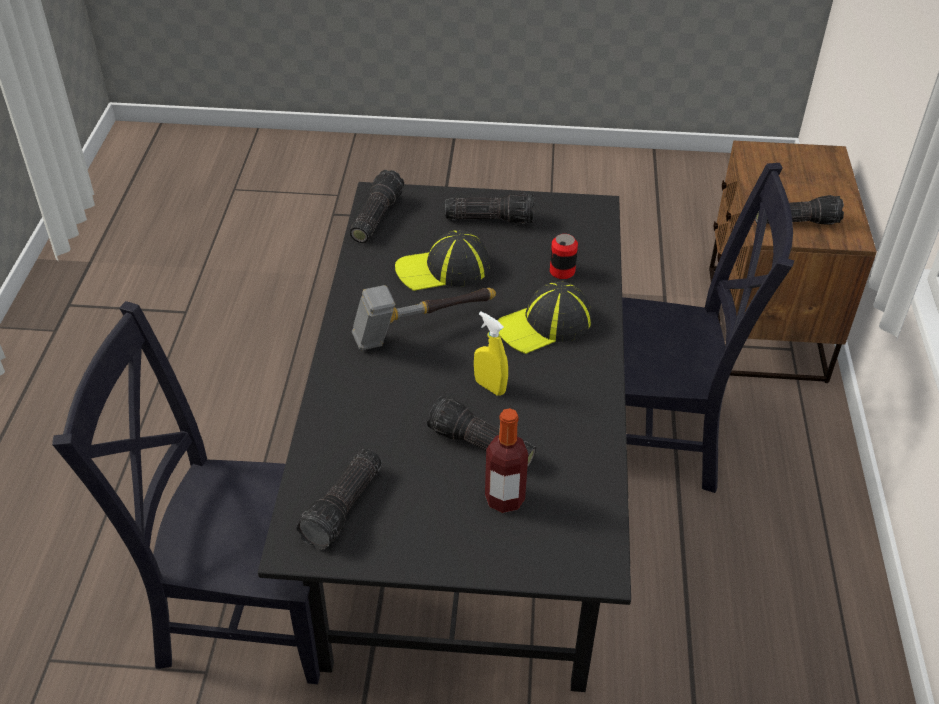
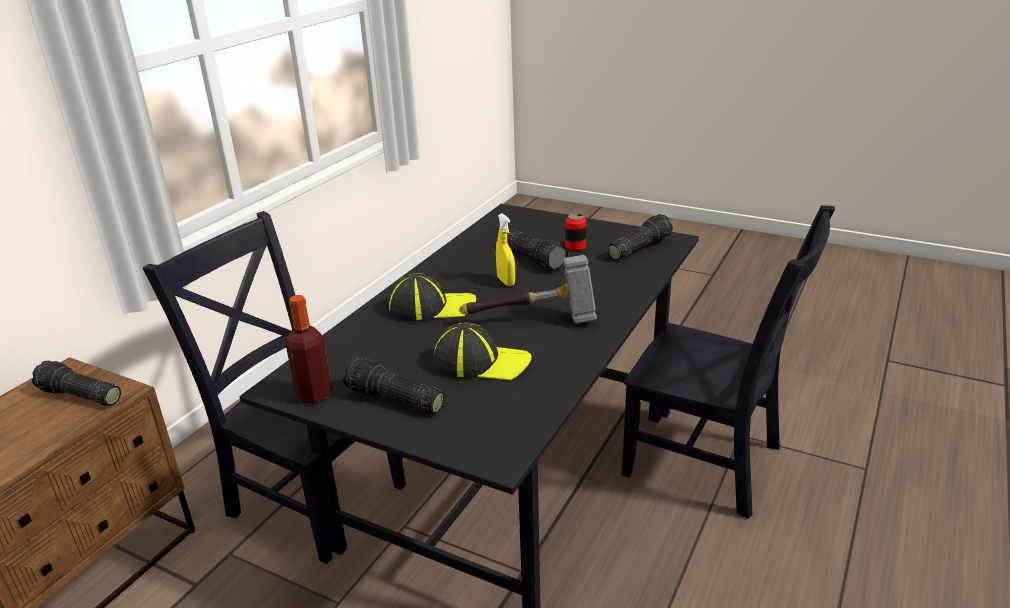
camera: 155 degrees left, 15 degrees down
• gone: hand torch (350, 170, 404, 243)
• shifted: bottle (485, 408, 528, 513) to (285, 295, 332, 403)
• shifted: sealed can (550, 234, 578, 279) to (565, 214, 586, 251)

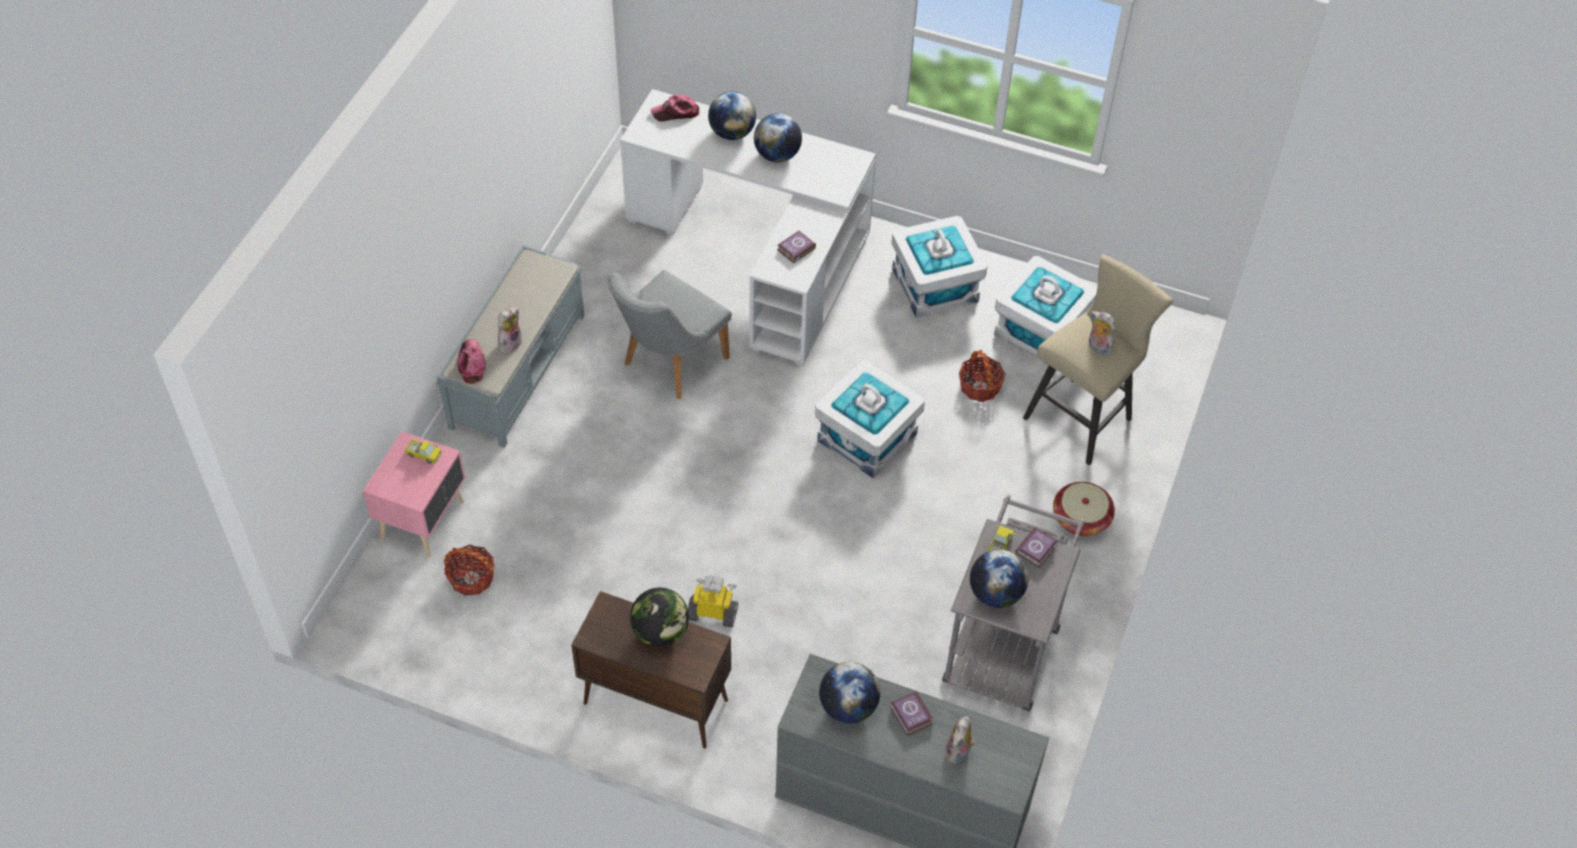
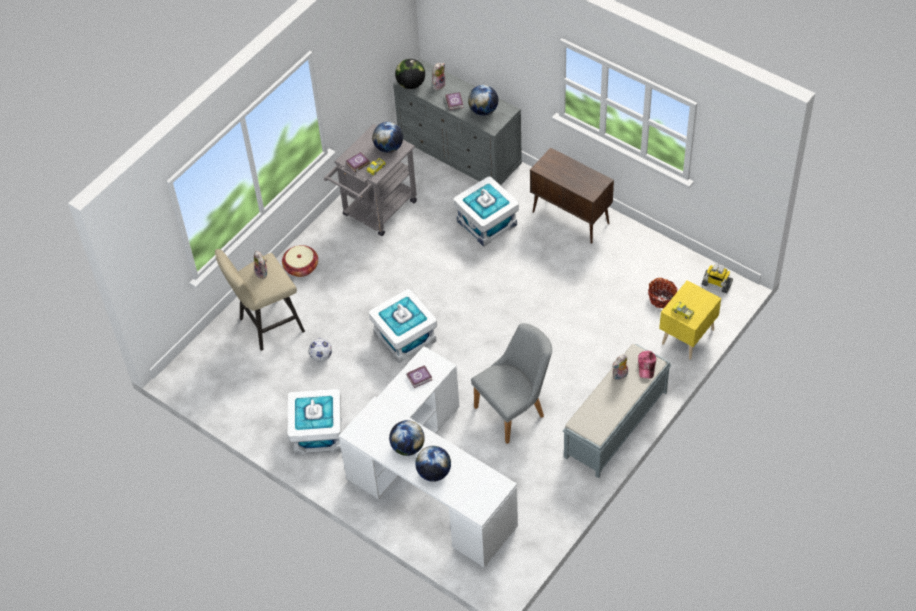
camera: 160 degrees left, 0 degrees up
• gone: cap (651, 94, 700, 121)
• shifted: desk globe (630, 588, 689, 647) to (395, 59, 425, 89)
• shifted: model robot (688, 575, 738, 628) to (701, 263, 733, 293)
• shifted: white-coloured storage container (994, 256, 1097, 365) to (454, 176, 519, 247)
• swapped: household basket (959, 350, 1005, 402) to ball for football (309, 338, 332, 362)
• repainted: pink night table (363, 431, 465, 558) to yellow night table (659, 280, 721, 360)

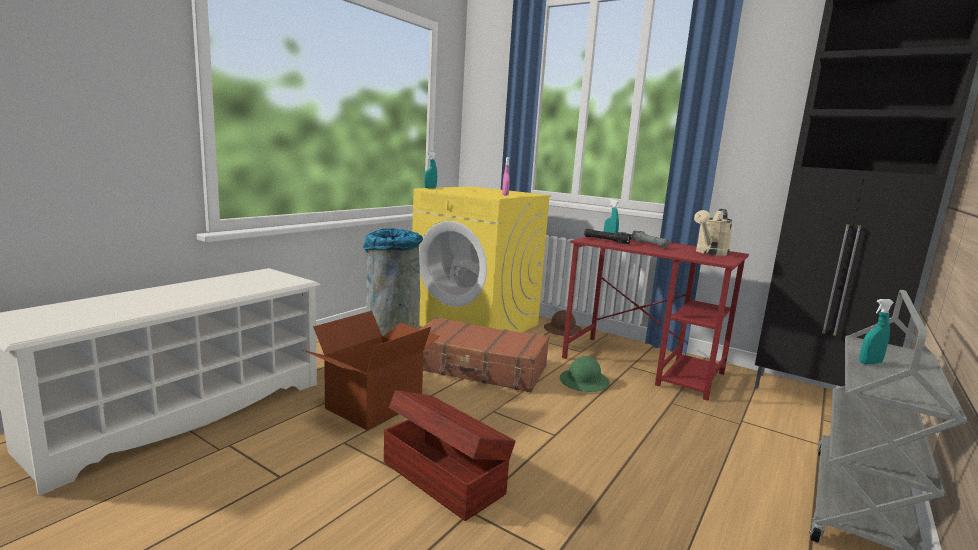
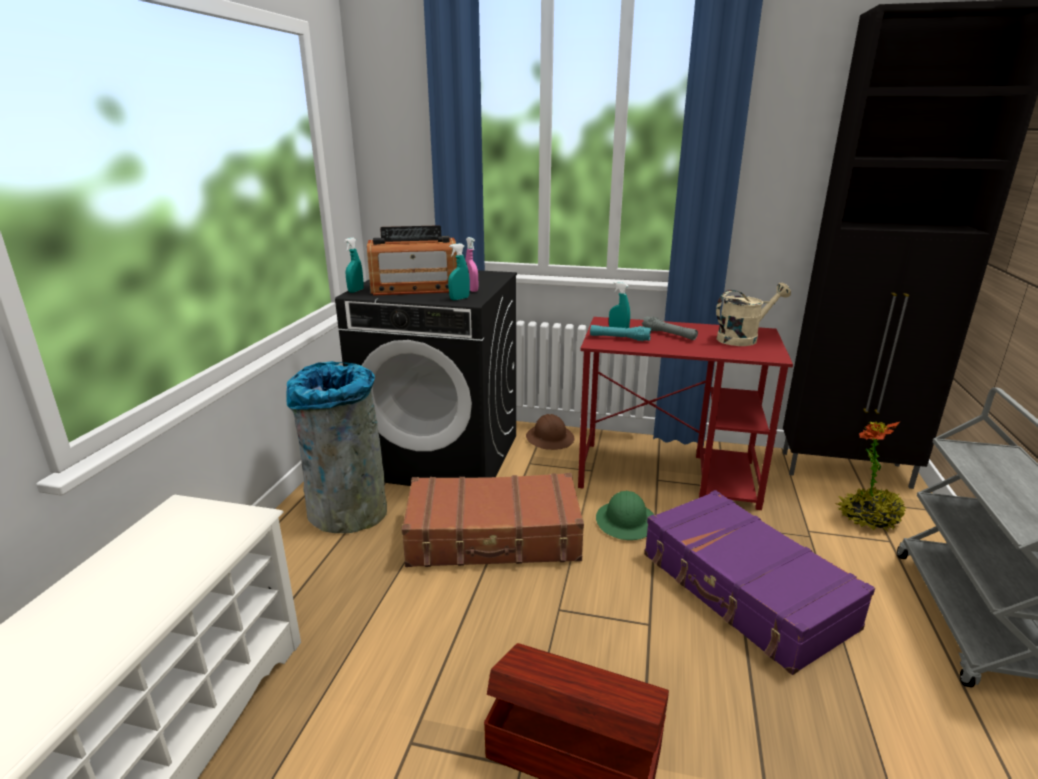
camera: 20 degrees left, 10 degrees up
• gone: packing box (303, 311, 440, 430)
• new: radio set (367, 225, 457, 296)
• new: purple suitcase (644, 490, 875, 675)
• new: houseplant (837, 421, 906, 531)
• shifted: turquoise-coloured spray bottle (860, 299, 894, 365) to (448, 243, 470, 300)
• repainted: yellow laundry appliance (412, 186, 551, 332) to black-coloured laundry appliance (335, 270, 517, 486)
• repainted: black-coloured hand torch (584, 229, 631, 244) to turquoise-coloured hand torch (590, 325, 651, 341)
• rotated: beige watering pot (694, 209, 734, 256) = (716, 283, 791, 346) 135 degrees counterclockwise

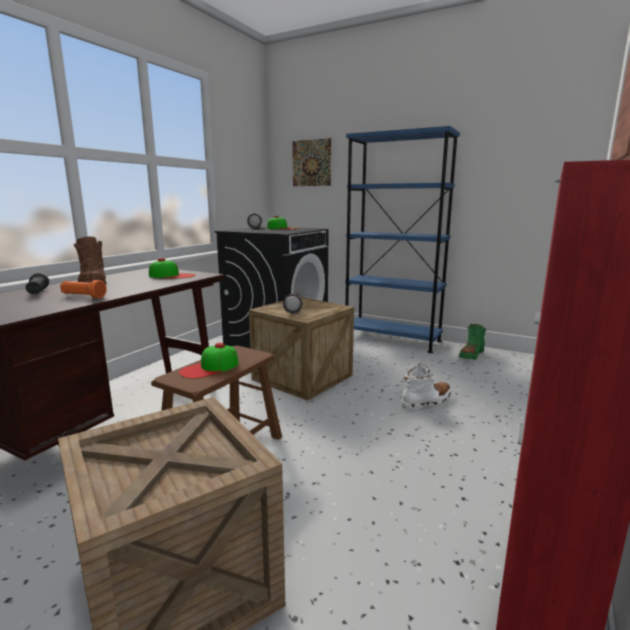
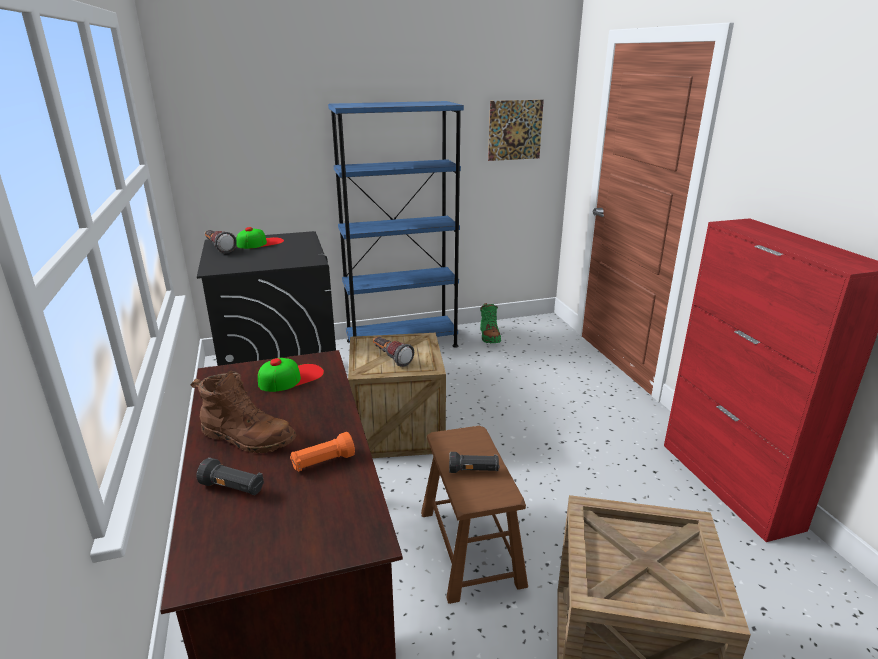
camera: 45 degrees left, 10 degrees up
• gone: white-coloured boot (401, 364, 451, 410)
• shifted: wall art (292, 138, 331, 186) to (488, 100, 544, 161)
• swapped: cap (179, 343, 238, 379) to black-coloured hand torch (449, 452, 499, 473)

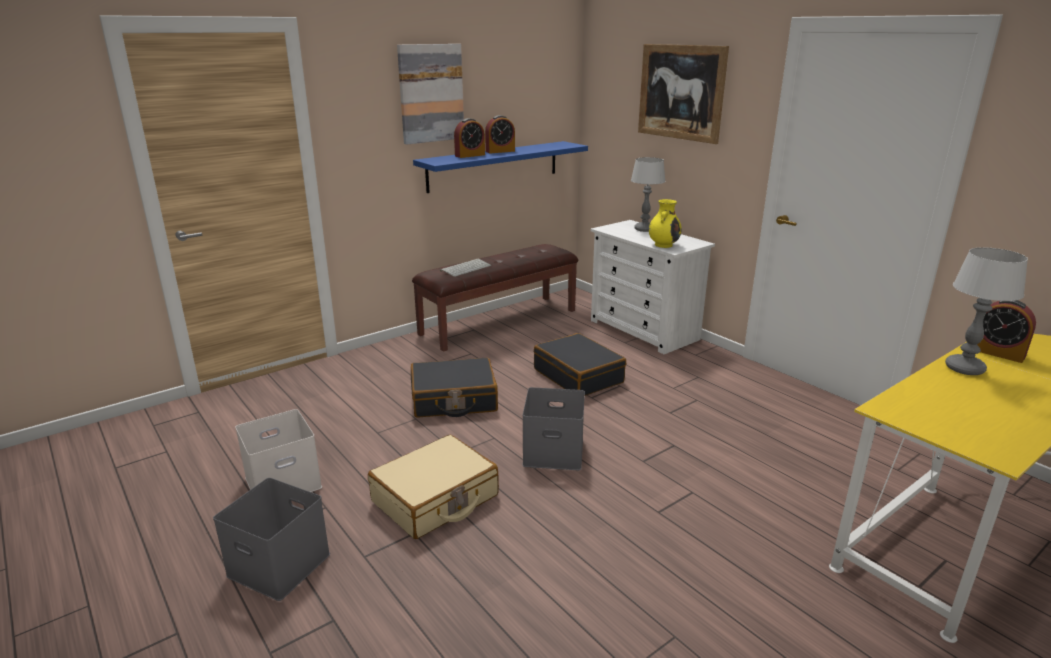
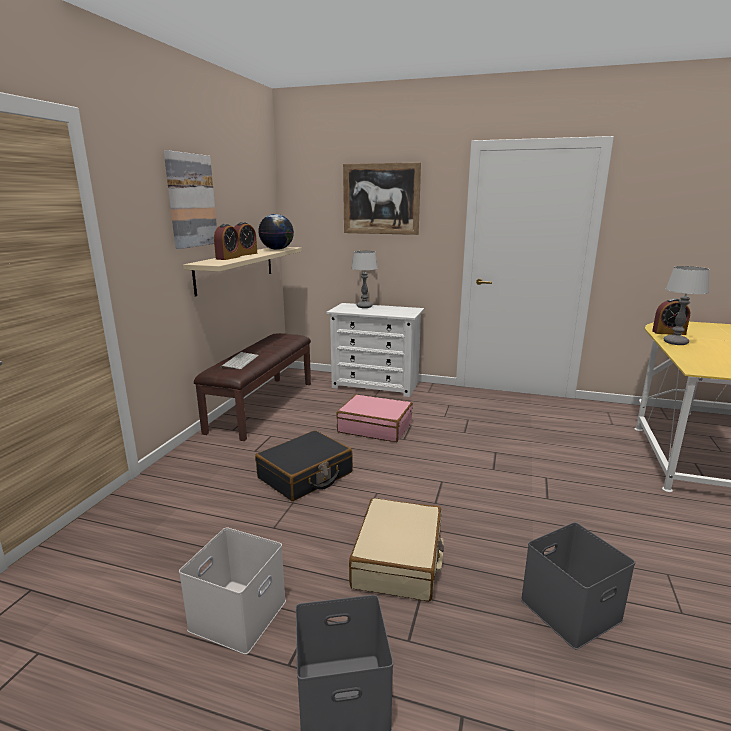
camera: 35 degrees left, 5 degrees down
• gone: yellow decorative vase (649, 199, 682, 248)
• new: desk globe (259, 214, 294, 250)
• shifted: gray storage container (522, 387, 585, 470) to (521, 522, 635, 649)
• repainted: bluish wall shelf (413, 141, 588, 193) to beige wall shelf (183, 247, 302, 296)
• repainted: black-coloured suitcase (534, 333, 626, 396) to pink suitcase (336, 394, 413, 442)

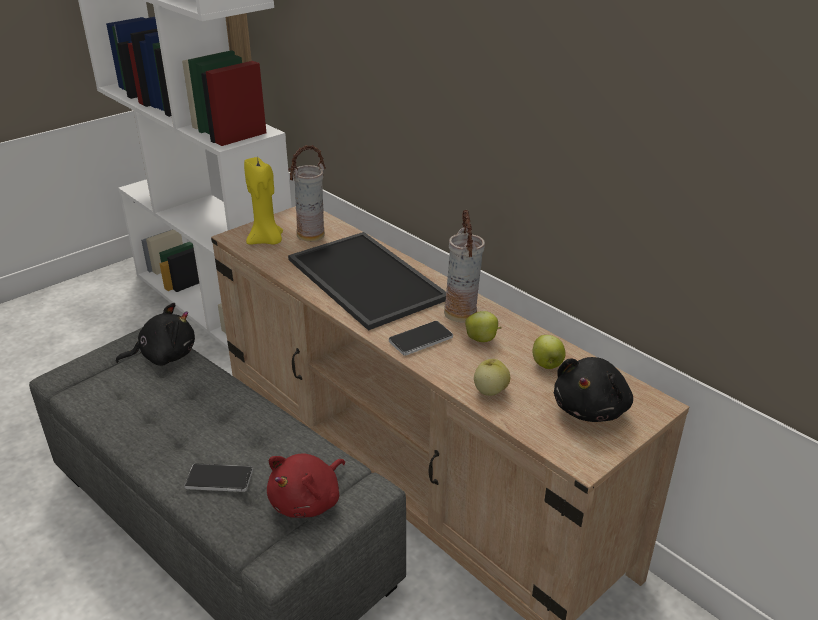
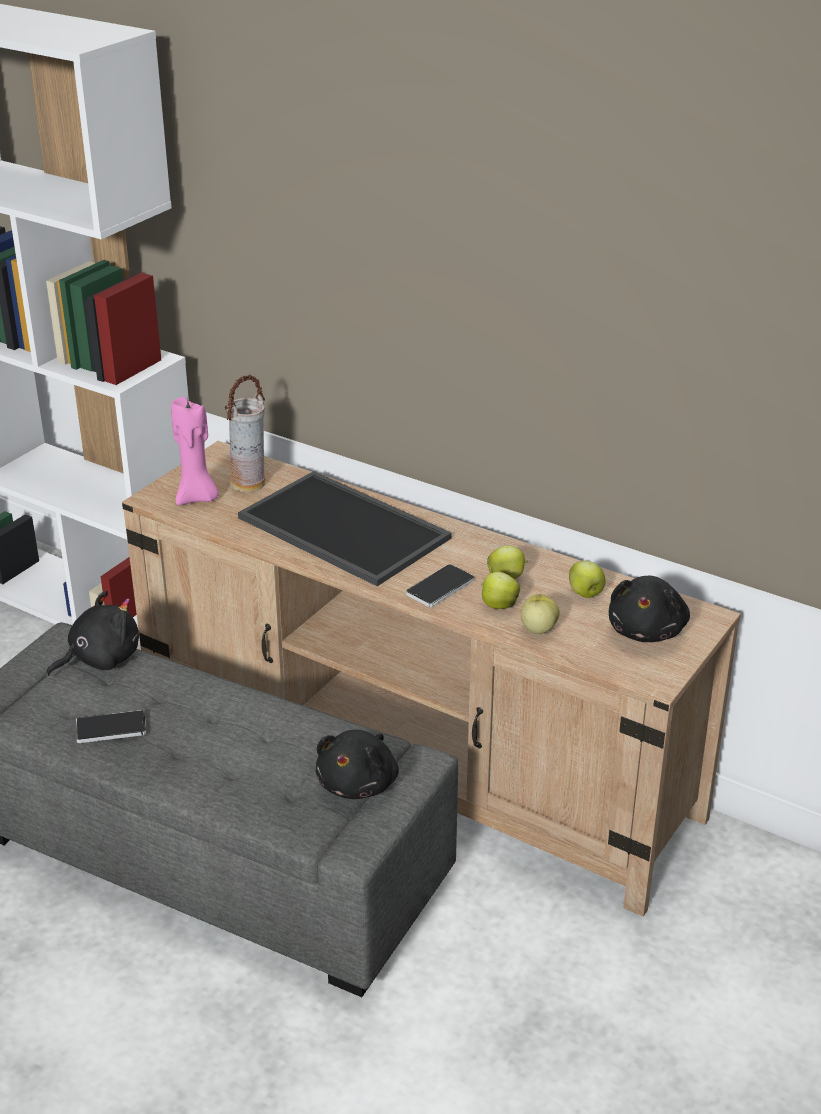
camera: 15 degrees left, 0 degrees up
• gone: decorative vase (444, 210, 485, 323)
• new: apple fruit (480, 572, 520, 609)
• shifted: phone (184, 463, 253, 492) to (76, 710, 146, 743)
• repainted: yellow candle (244, 156, 283, 245) to pink candle (171, 396, 219, 505)
• repainted: red plush toy (267, 454, 345, 518) to black-coloured plush toy (316, 730, 399, 799)

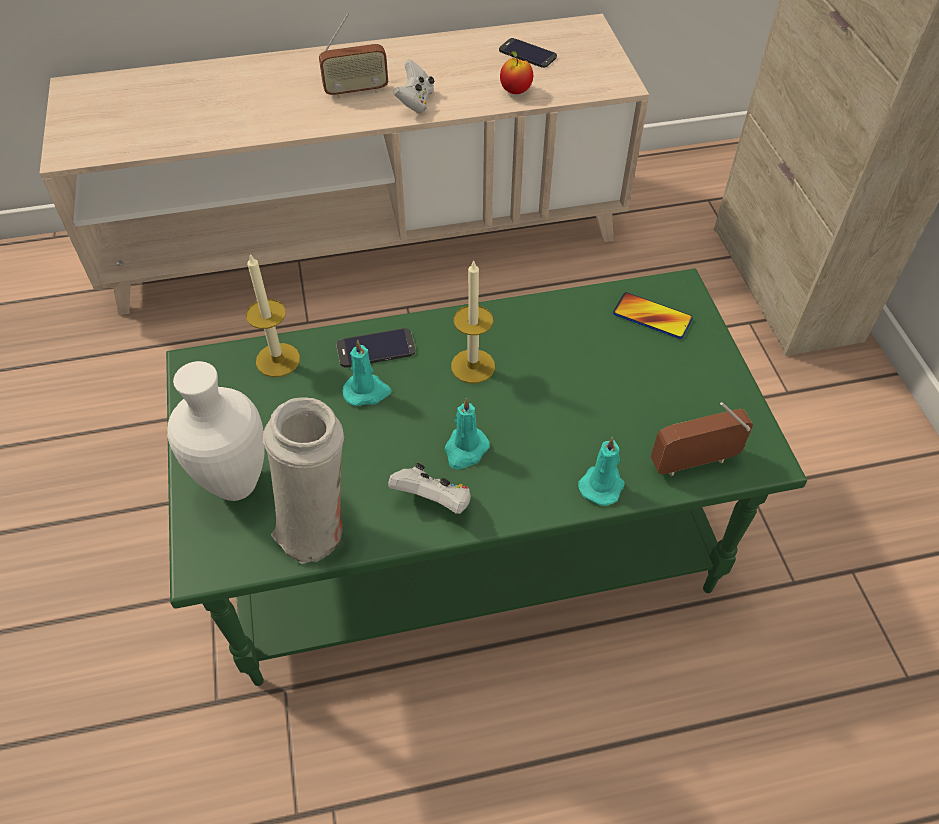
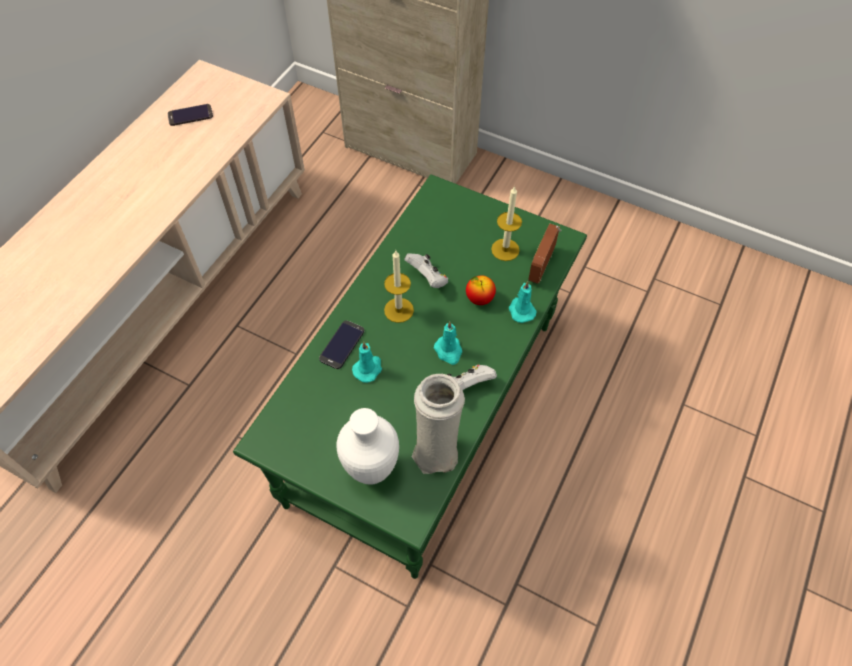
camera: 50 degrees left, 5 degrees up
• gone: radio set (319, 13, 388, 99)
• gone: phone (613, 292, 693, 339)
• shifted: candle (246, 253, 300, 377) to (491, 186, 522, 261)
• shifted: white-coloured gamepad (393, 59, 434, 113) to (404, 254, 448, 288)
• shifted: apple fruit (500, 51, 533, 94) to (466, 275, 496, 305)

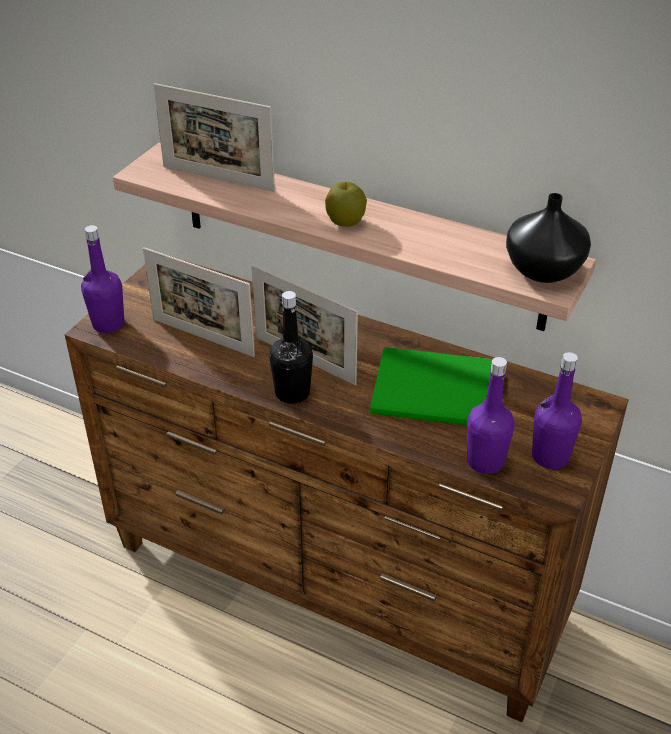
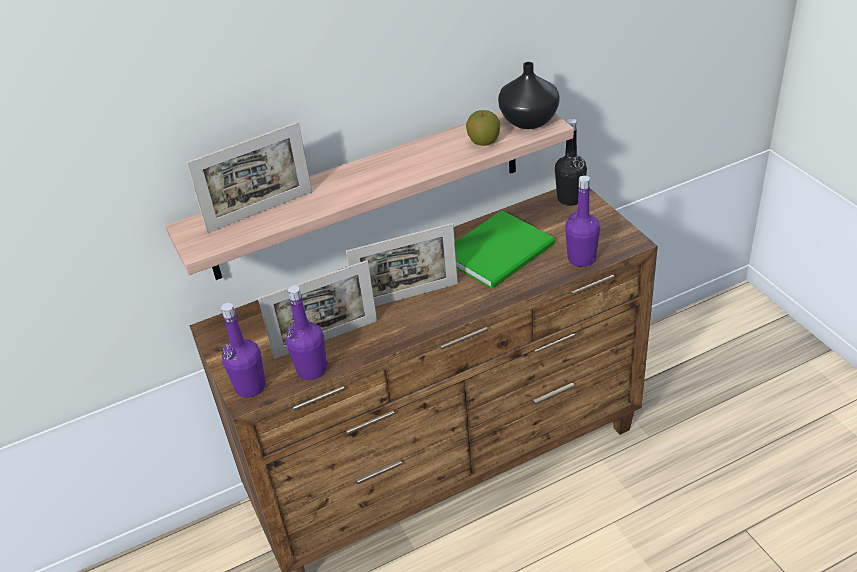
camera: 50 degrees left, 0 degrees up
• shifted: black-coloured bottle (269, 291, 313, 404) to (555, 119, 587, 206)
• shifted: apple fruit (325, 182, 367, 227) to (466, 110, 500, 146)
• shifted: purple bottle (532, 352, 582, 469) to (285, 285, 328, 380)

